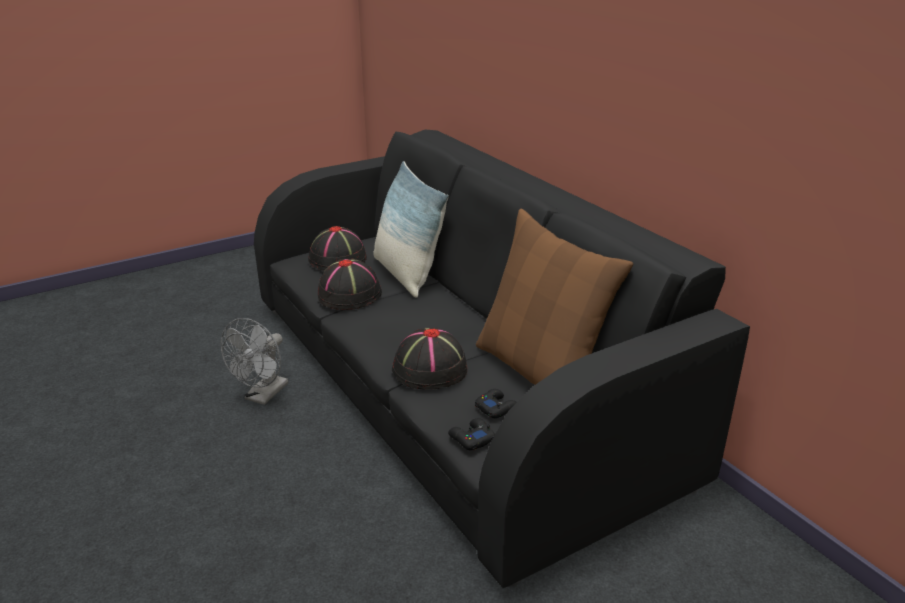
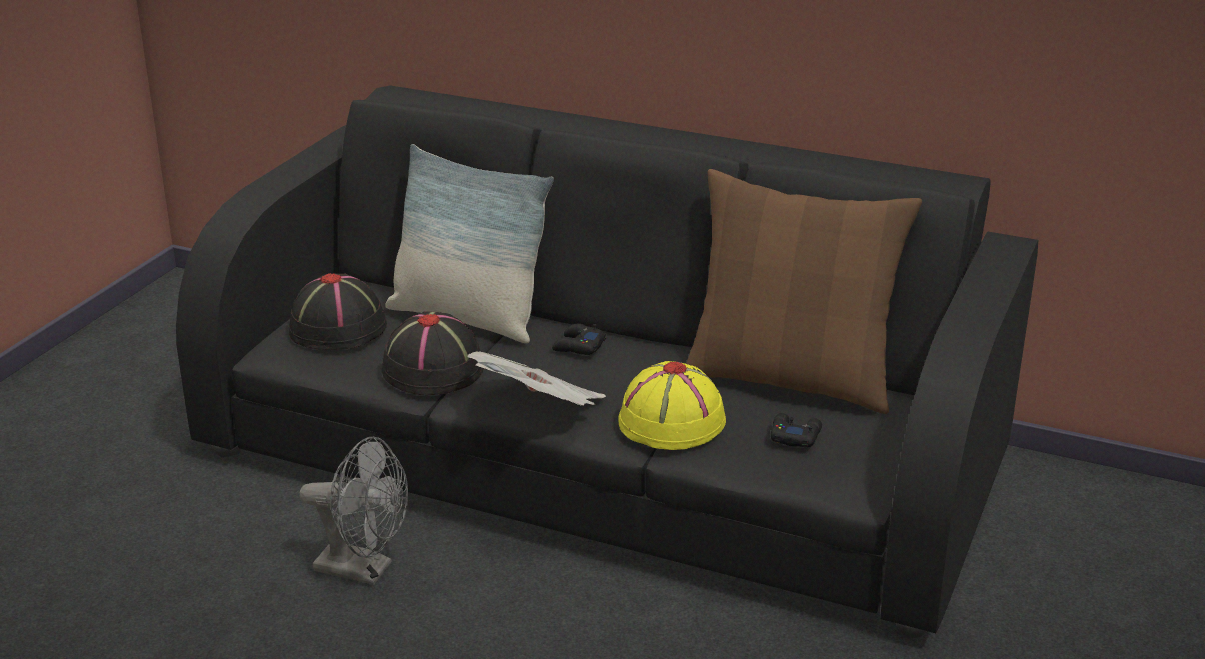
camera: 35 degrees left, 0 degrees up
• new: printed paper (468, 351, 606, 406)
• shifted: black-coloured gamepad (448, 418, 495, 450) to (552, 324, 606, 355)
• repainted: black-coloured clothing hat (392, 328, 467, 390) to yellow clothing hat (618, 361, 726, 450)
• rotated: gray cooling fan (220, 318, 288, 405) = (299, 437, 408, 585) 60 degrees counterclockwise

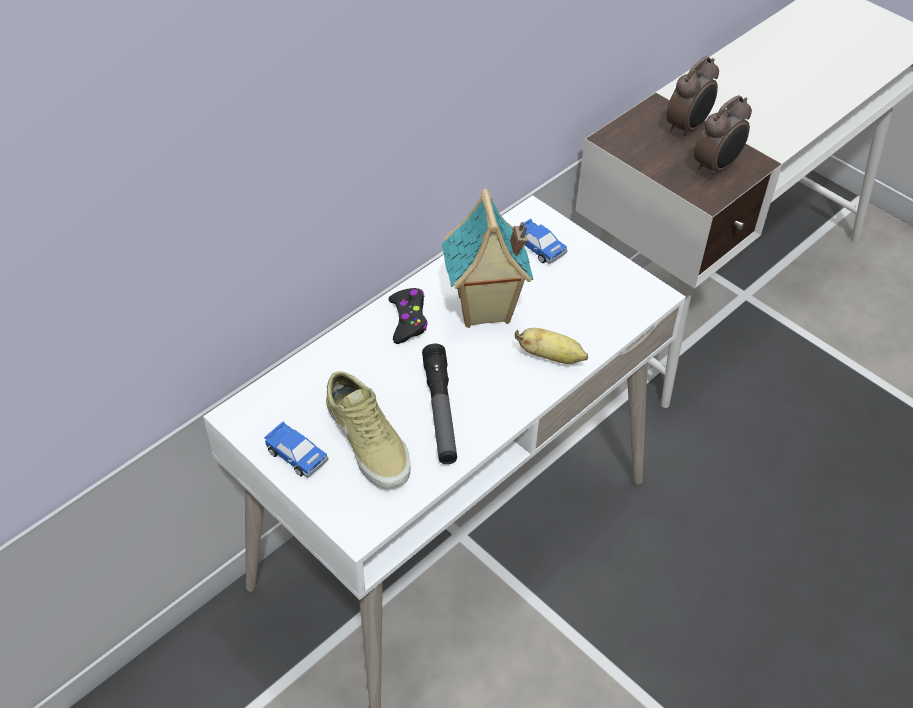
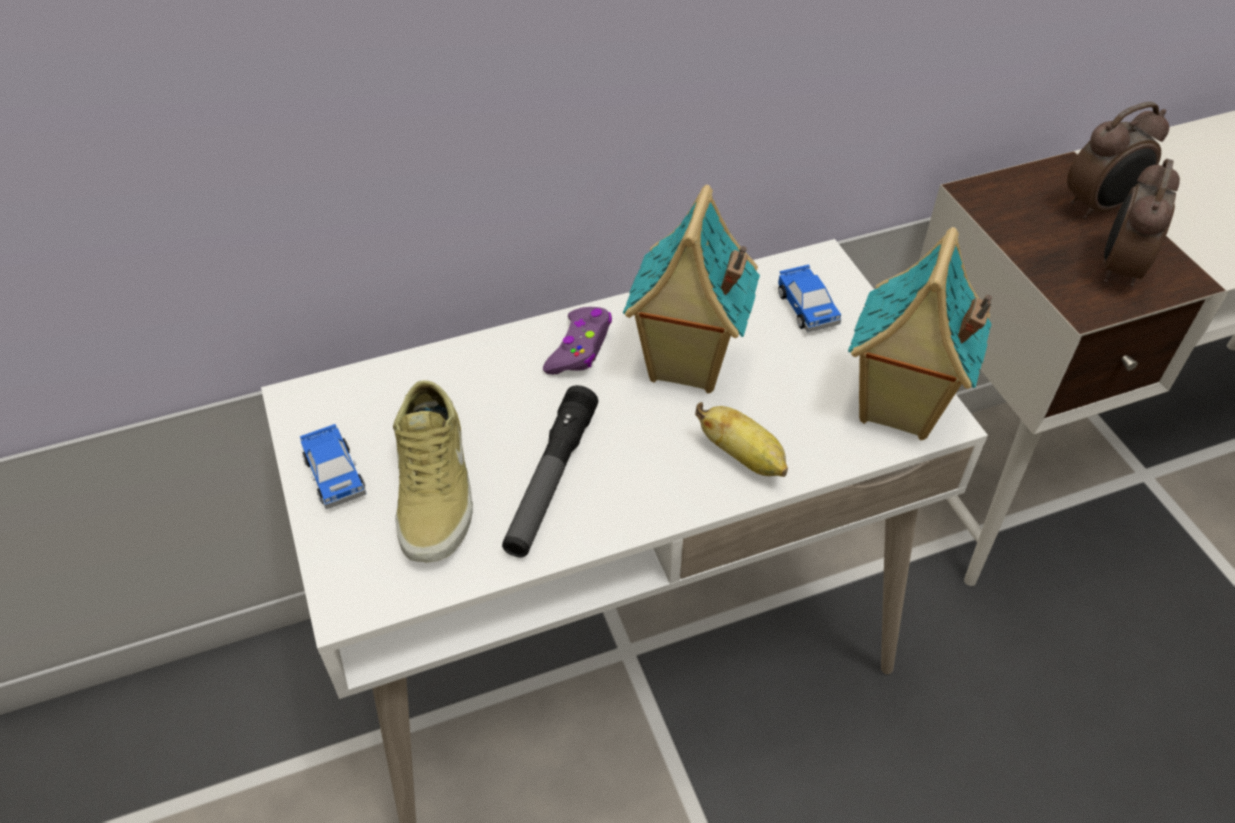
camera: 25 degrees right, 0 degrees up
• new: toy house (848, 227, 992, 440)
• repainted: black-coloured gamepad (388, 288, 428, 344) to purple gamepad (543, 307, 612, 374)
• rotated: alarm clock (694, 95, 752, 179) = (1103, 159, 1180, 287) 135 degrees clockwise

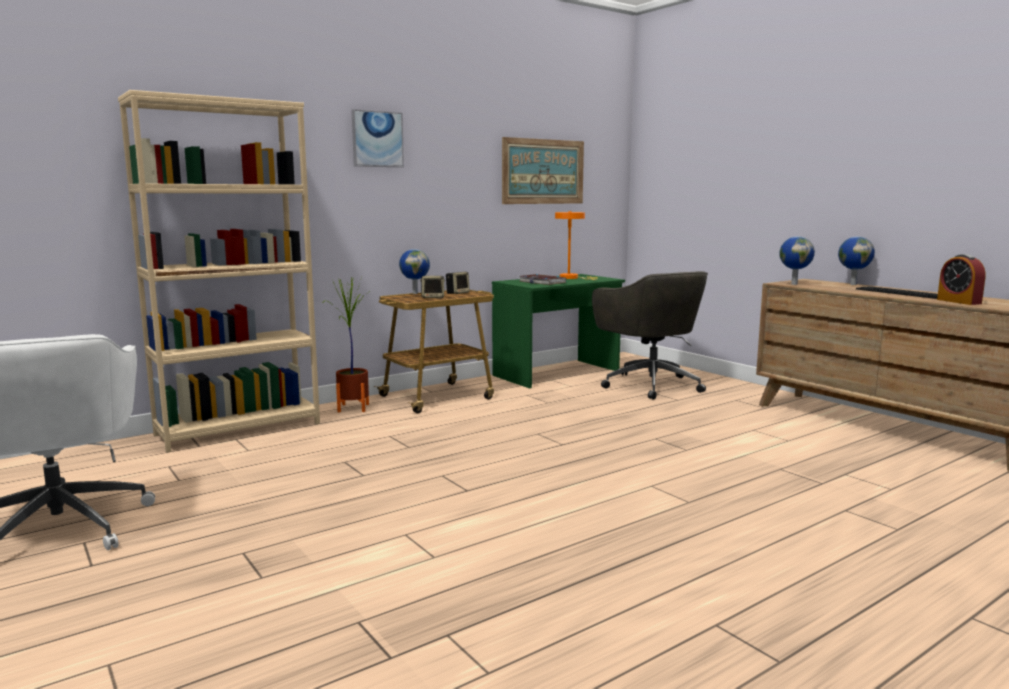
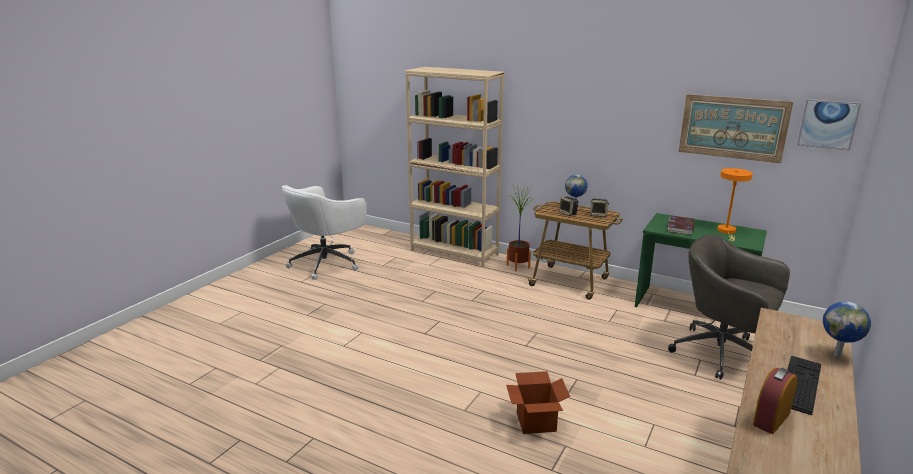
camera: 65 degrees right, 10 degrees up
• gone: desk globe (779, 236, 815, 285)
• new: packing box (506, 371, 570, 434)
• shifted: wall art (351, 109, 404, 167) to (797, 99, 861, 151)
• rotated: gray desk chair (592, 271, 708, 399) = (668, 235, 790, 380) 90 degrees clockwise

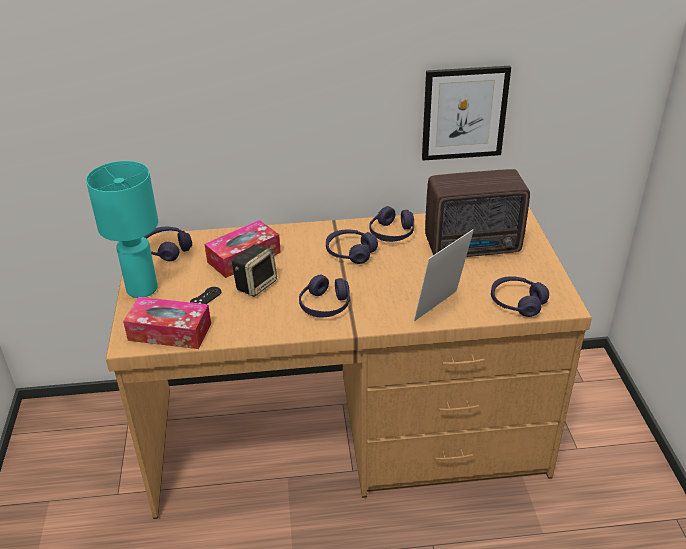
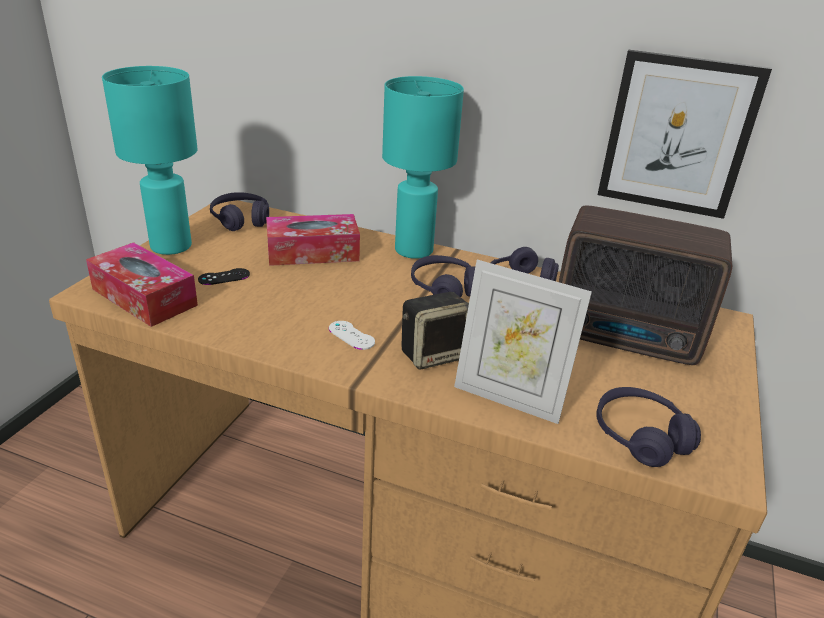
camera: 25 degrees right, 5 degrees down
• new: turquoise-coloured lamp for a table (382, 76, 464, 259)
• shifted: speaker (232, 244, 277, 297) to (402, 292, 469, 370)
• swapped: purple pair of headphones (299, 275, 350, 318) to white-coloured gamepad (329, 321, 375, 350)
• rotated: picture frame (414, 229, 474, 321) = (454, 260, 592, 424) 135 degrees counterclockwise

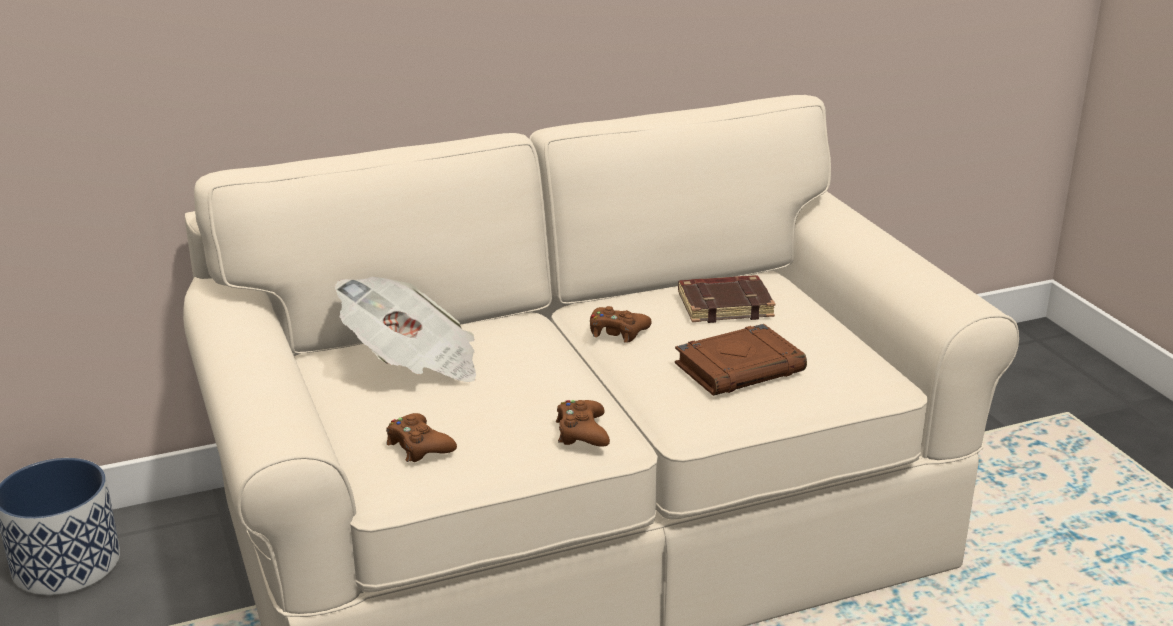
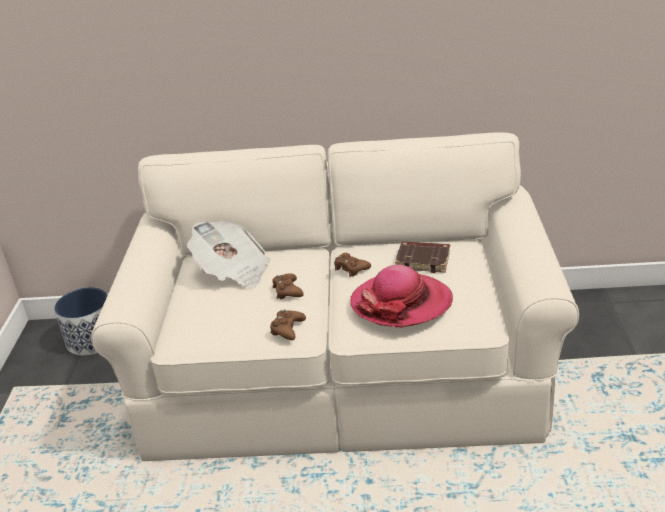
camera: 25 degrees right, 5 degrees up
• shifted: brown-coloured gamepad (386, 413, 457, 462) to (272, 273, 304, 299)
• swapped: brown-coloured bound book (675, 324, 807, 396) to clothing hat (350, 265, 453, 328)

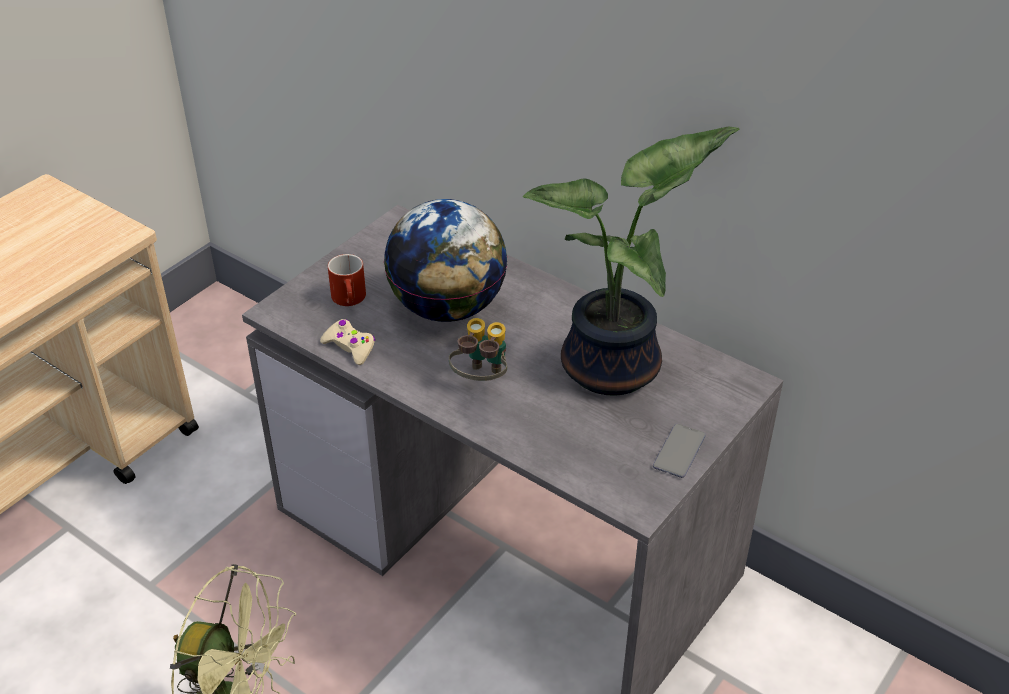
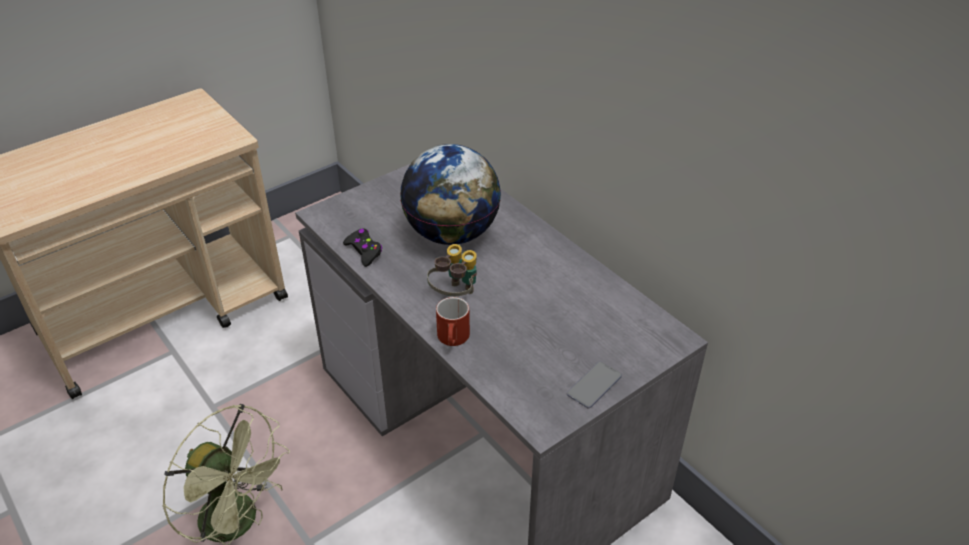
camera: 15 degrees right, 0 degrees up
• gone: houseplant (523, 127, 739, 396)
• shifted: red mug (328, 254, 366, 306) to (436, 297, 470, 346)
• repainted: beige gamepad (320, 319, 375, 365) to black-coloured gamepad (343, 228, 382, 267)

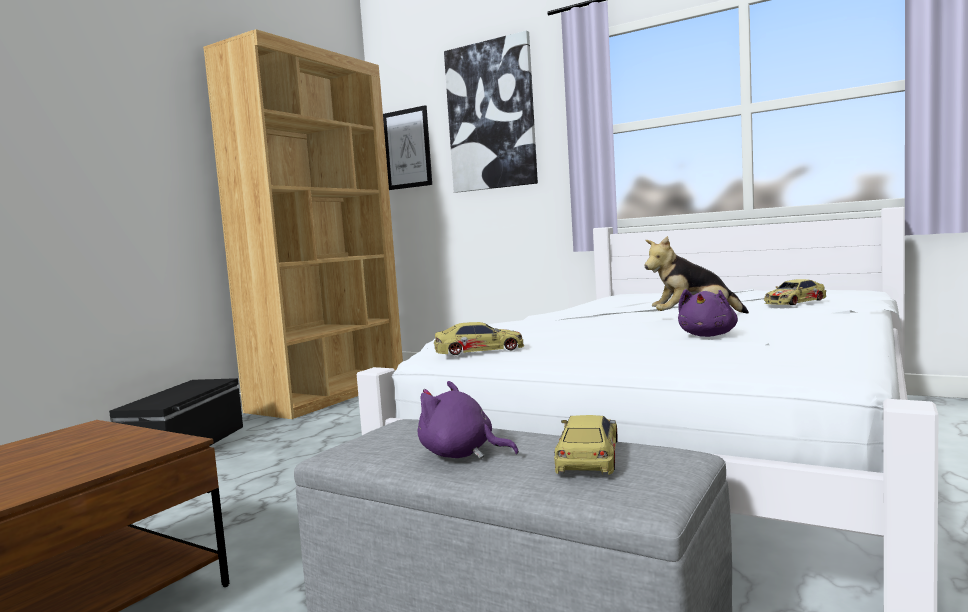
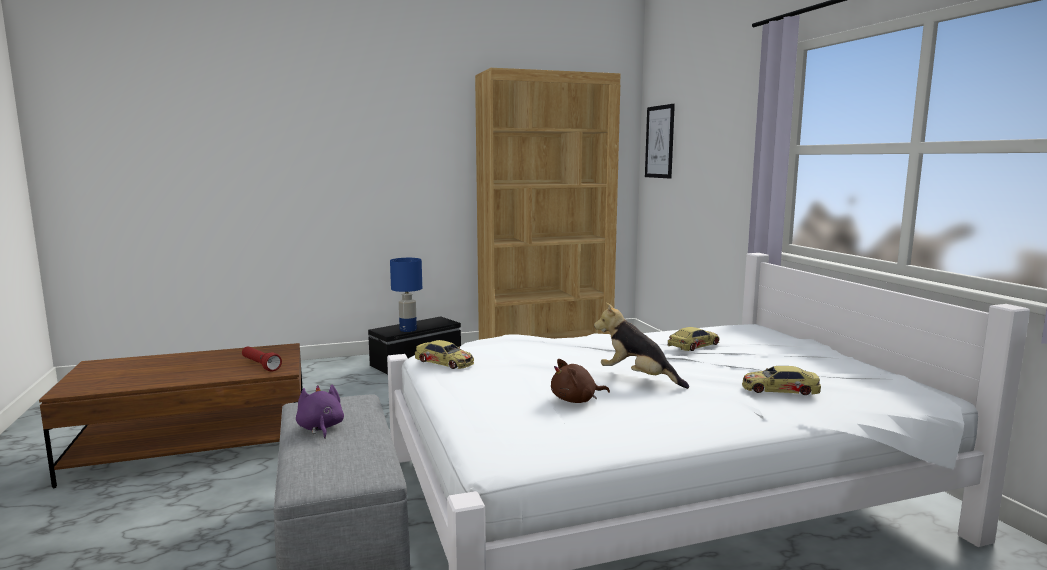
camera: 40 degrees right, 5 degrees up
• gone: wall art (444, 31, 538, 193)
• new: red hand torch (242, 346, 282, 372)
• new: bluish lamp for a table (390, 258, 422, 332)
• shifted: toy car (554, 415, 617, 475) to (668, 327, 720, 351)
• repainted: purple plush toy (678, 289, 738, 337) to brown-coloured plush toy (551, 359, 610, 403)

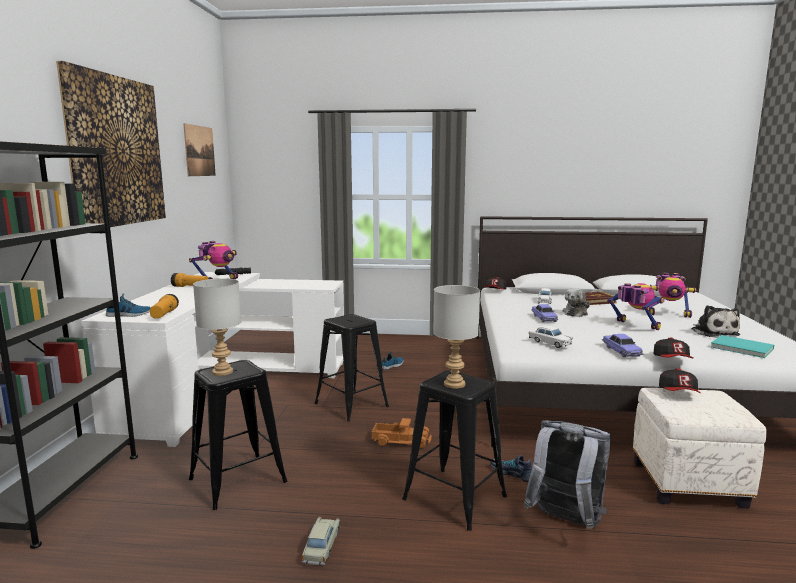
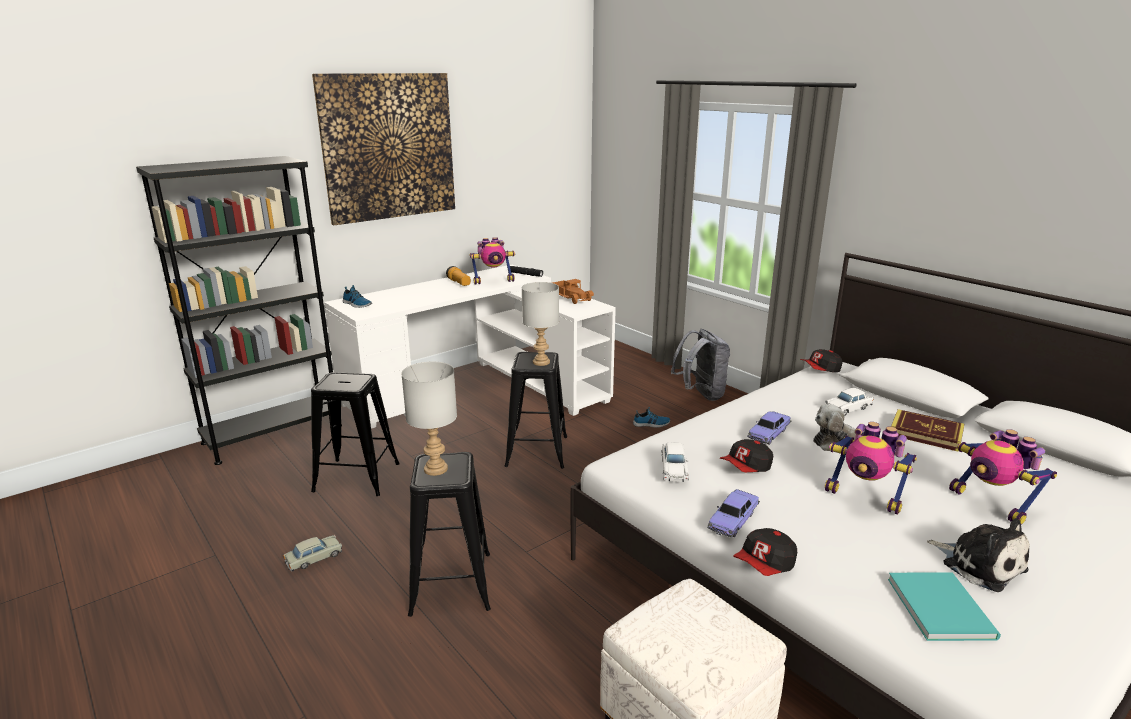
camera: 45 degrees right, 10 degrees up
• gone: hand torch (150, 294, 179, 318)
• gone: wall art (183, 123, 216, 176)
• gone: low shoe (490, 455, 532, 482)
• shifted: gray lamp for a table (193, 278, 241, 376) to (522, 282, 559, 366)
• shifted: toy lorry (372, 418, 431, 448) to (553, 279, 594, 304)
• shifted: gray knapsack (524, 420, 611, 529) to (671, 329, 730, 401)
• shifted: cap (659, 368, 701, 393) to (720, 439, 773, 472)
• rotated: model robot (607, 283, 665, 330) = (825, 422, 917, 515) 120 degrees clockwise
• rotated: plush toy (692, 305, 740, 337) = (927, 518, 1030, 592) 75 degrees counterclockwise

